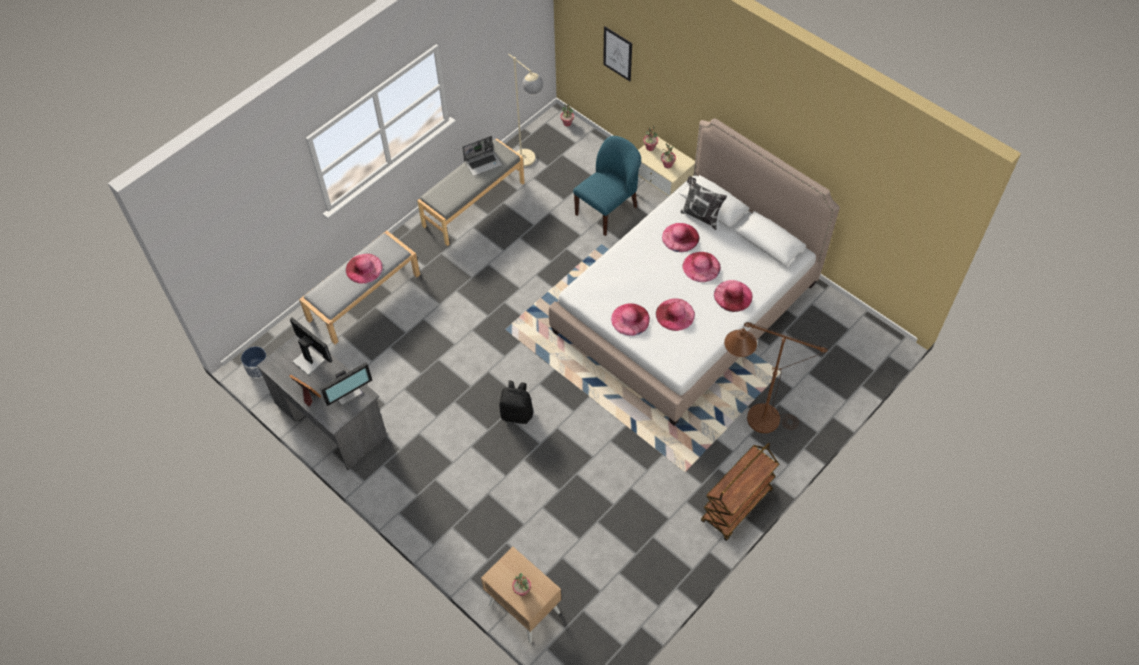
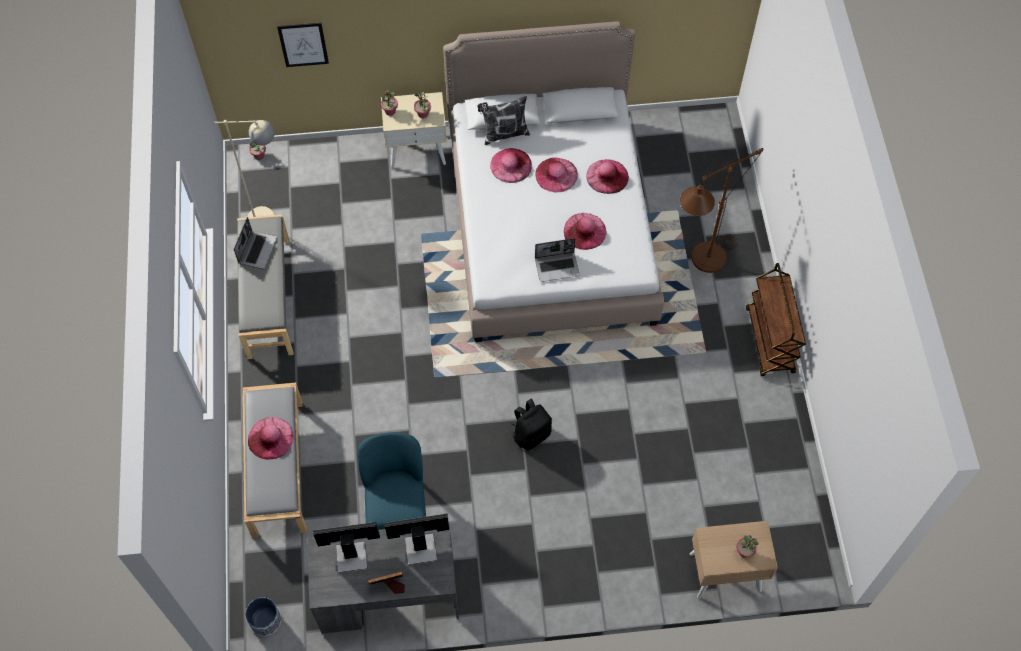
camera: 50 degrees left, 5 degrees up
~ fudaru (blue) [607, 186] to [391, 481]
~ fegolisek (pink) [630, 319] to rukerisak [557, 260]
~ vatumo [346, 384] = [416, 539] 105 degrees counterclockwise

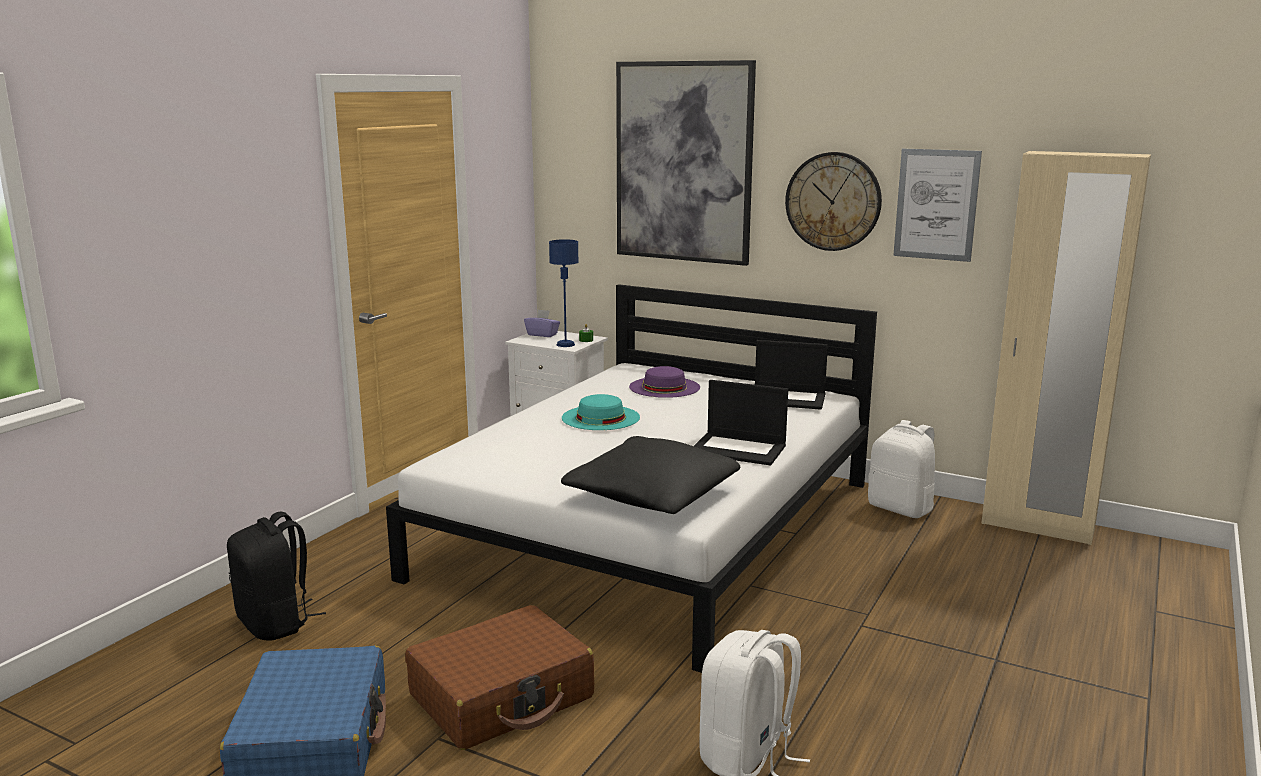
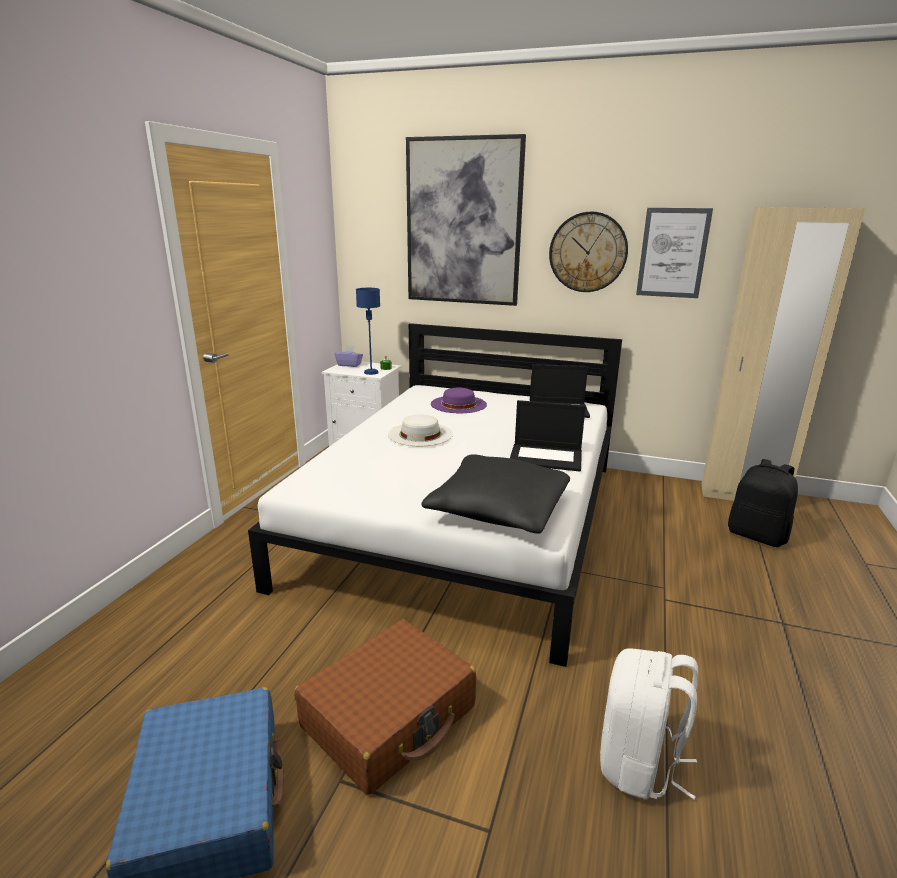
camera: 10 degrees left, 5 degrees up
~ fegolisek (turquoise) [601, 412] to fegolisek (white) [420, 430]
- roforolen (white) [901, 469]
~ roforolen (black) [276, 576] to [763, 503]

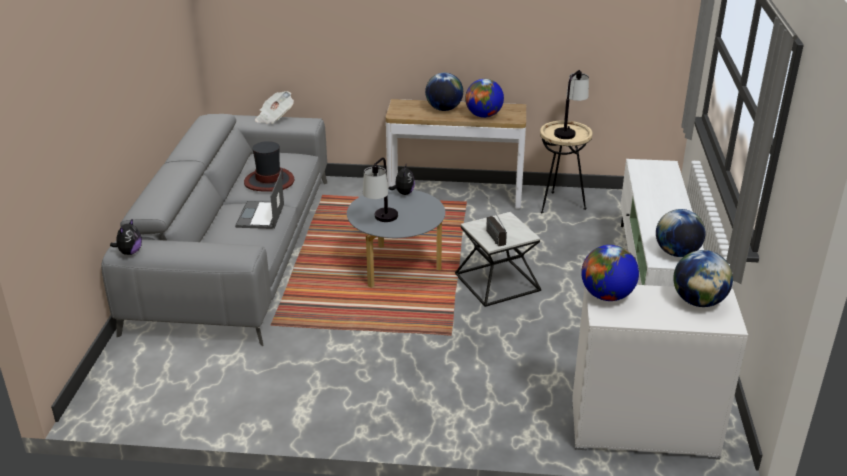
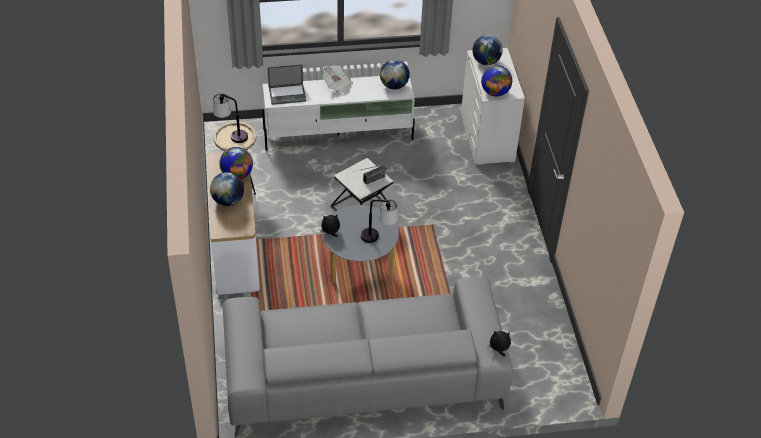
camera: 105 degrees left, 15 degrees up
~ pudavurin [274, 107] to [337, 80]
- fegolisek [269, 166]
~ rukerisak [259, 200] to [287, 84]

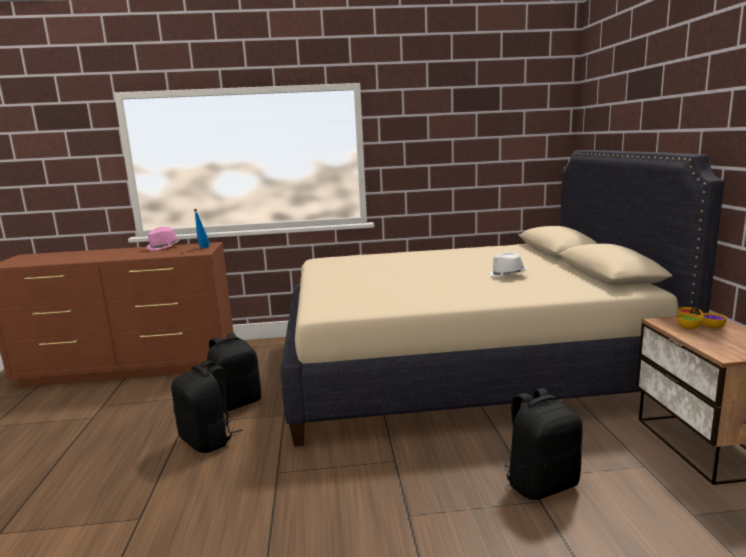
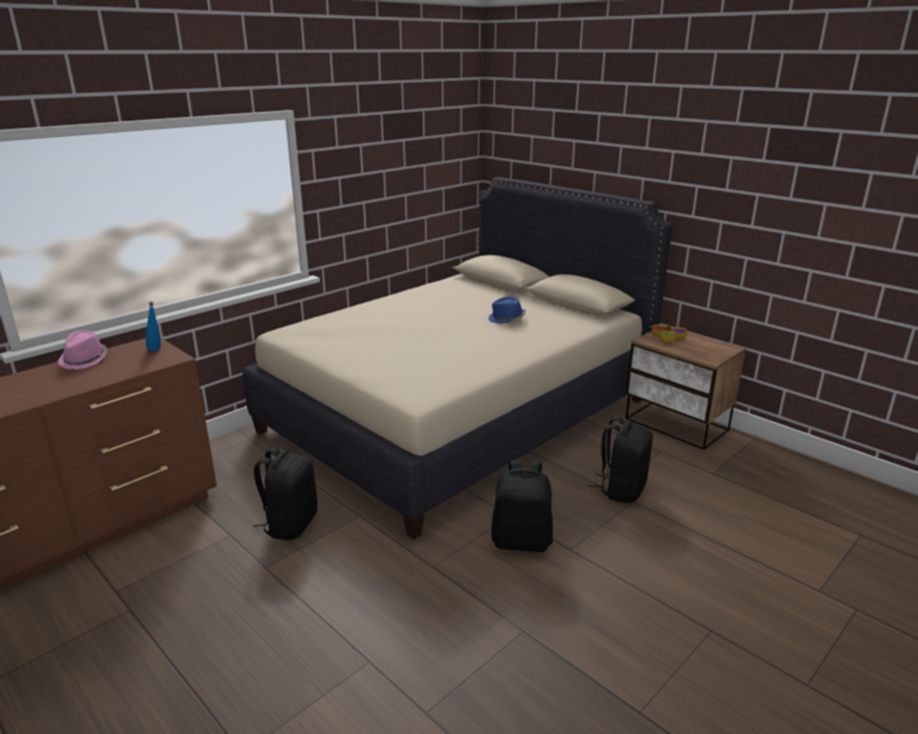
camera: 40 degrees left, 10 degrees up
~ fegolisek (white) [508, 264] to fegolisek (blue) [507, 310]
~ roforolen (black) [207, 406] to [522, 506]

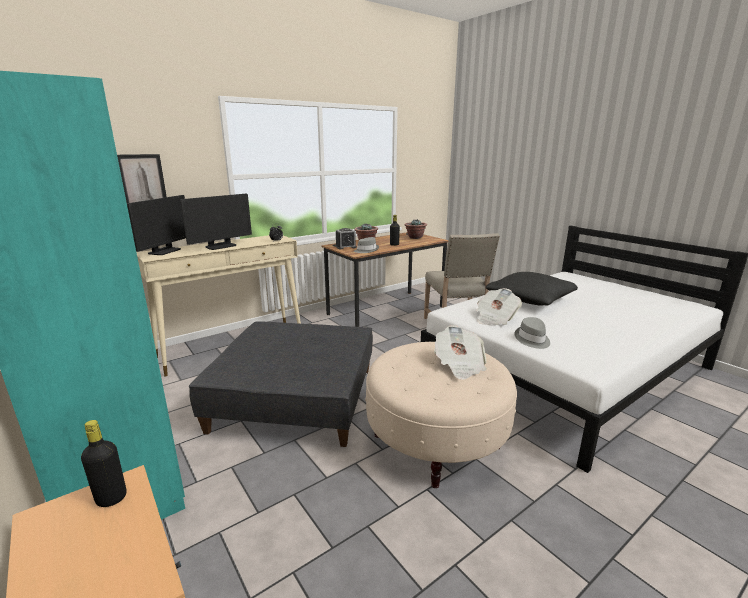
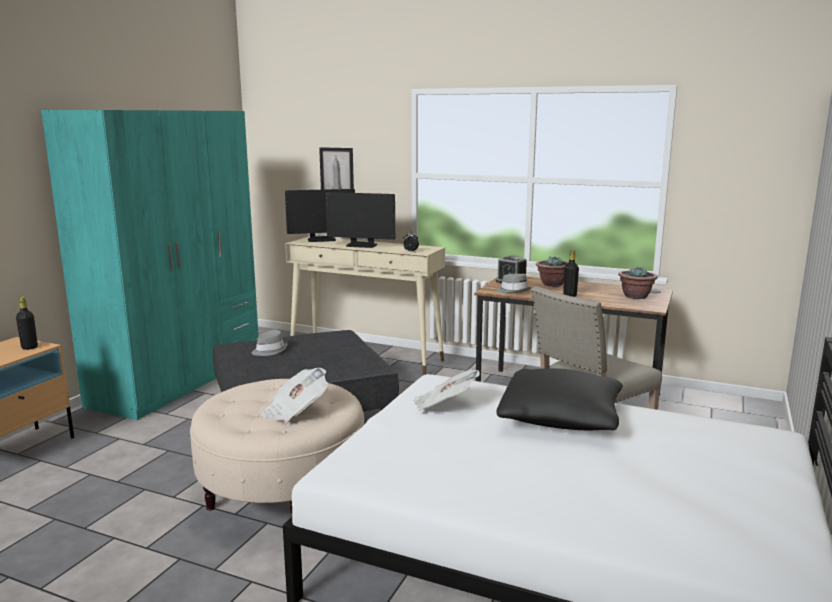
camera: 60 degrees right, 5 degrees down
~ fegolisek (grey) [532, 333] to [269, 343]

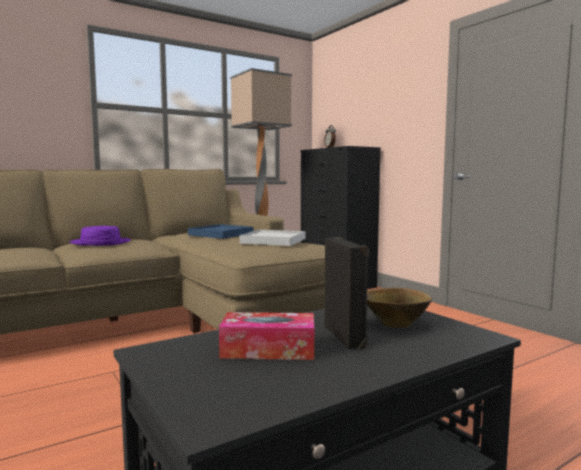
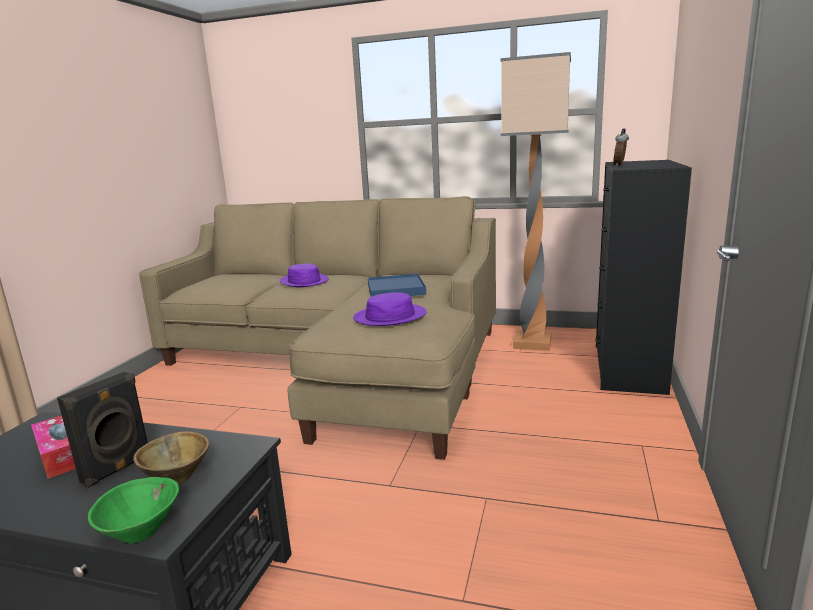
camera: 50 degrees right, 10 degrees up
~ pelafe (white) [272, 238] to fegolisek (purple) [390, 309]
+ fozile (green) [133, 510]

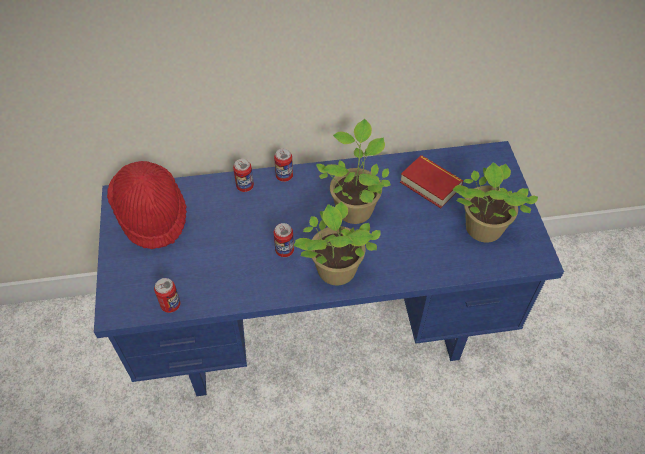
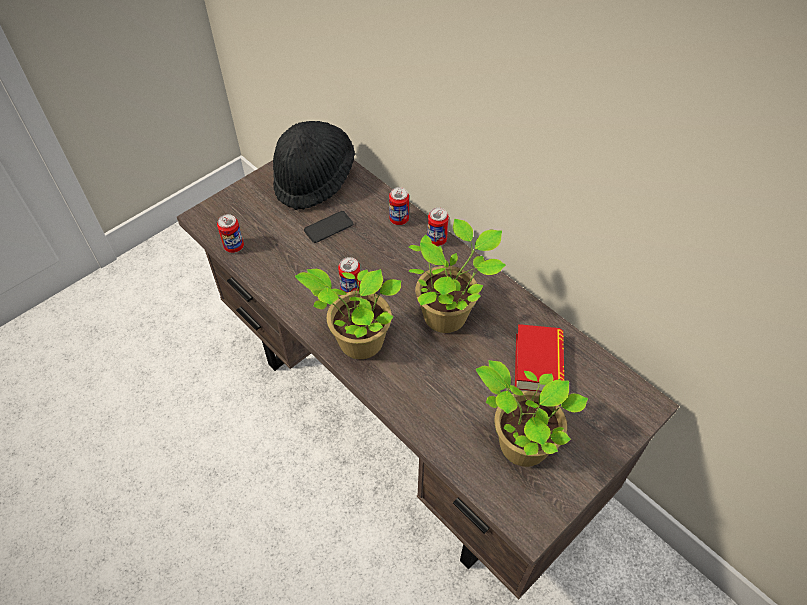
camera: 55 degrees right, 0 degrees up
~ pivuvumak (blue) [329, 268] to pivuvumak (brown) [428, 379]
~ fegolisek (red) [147, 205] to fegolisek (black) [314, 165]
+ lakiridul [328, 227]

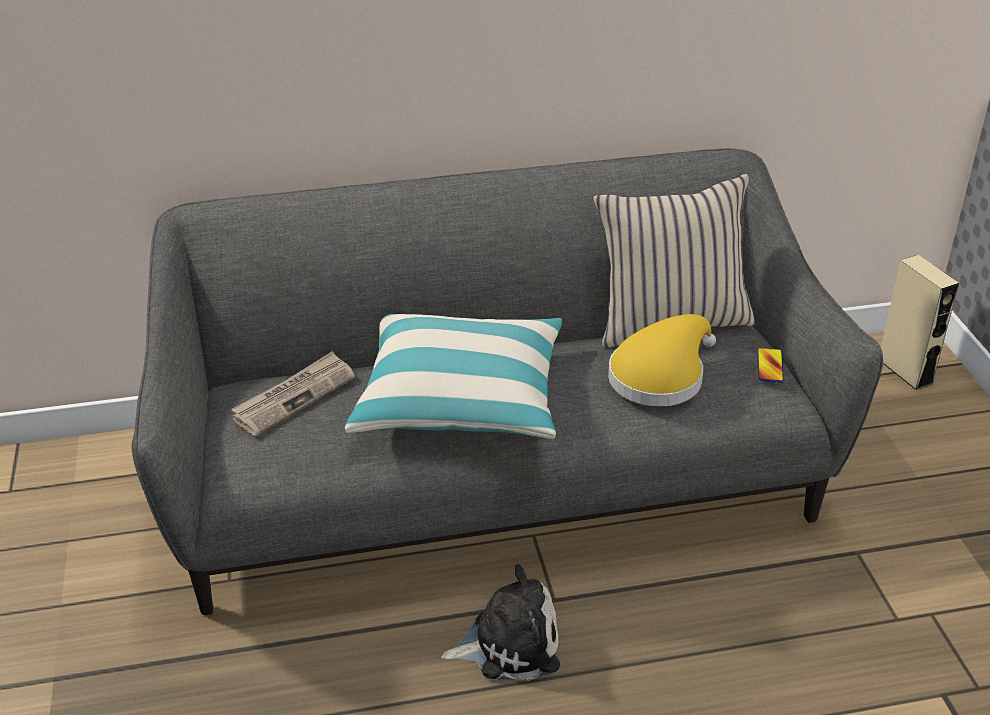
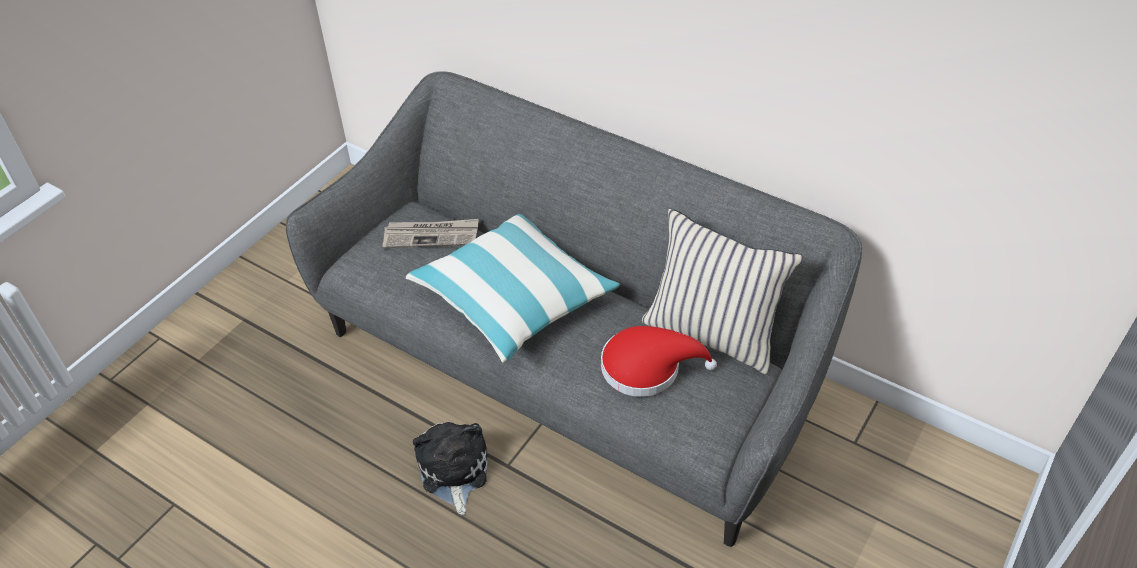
camera: 45 degrees right, 10 degrees up
- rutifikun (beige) [920, 322]
~ fegolisek (yellow) [662, 360] to fegolisek (red) [659, 361]
- lakiridul [770, 365]
~ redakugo [500, 623] = [450, 468] 135 degrees counterclockwise

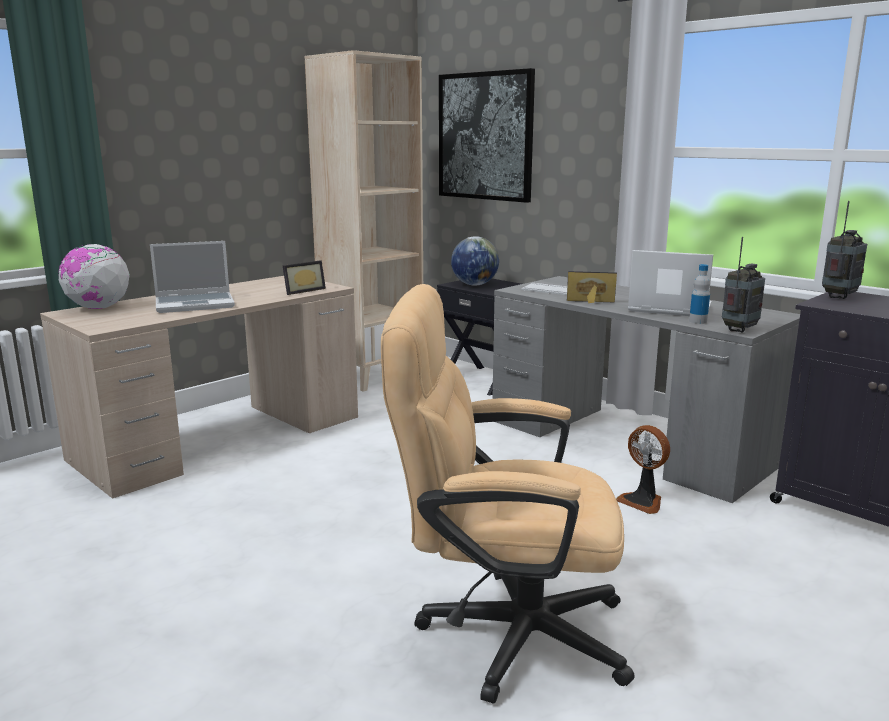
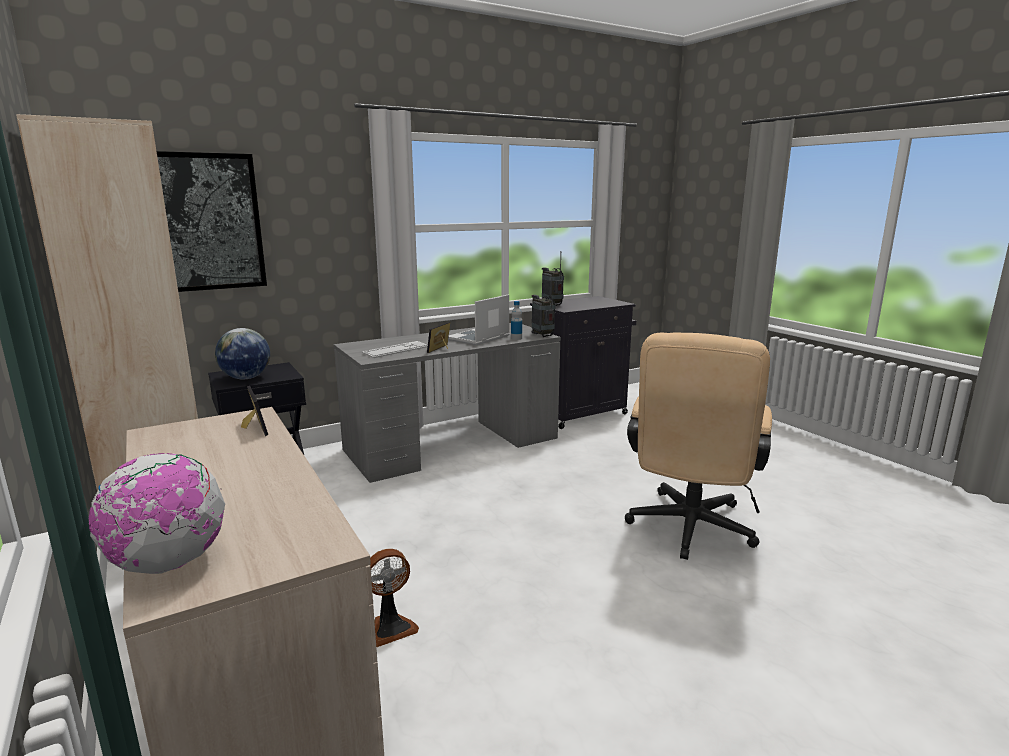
camera: 75 degrees left, 0 degrees up
- rukerisak [192, 277]
~ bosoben [643, 469] to [394, 598]

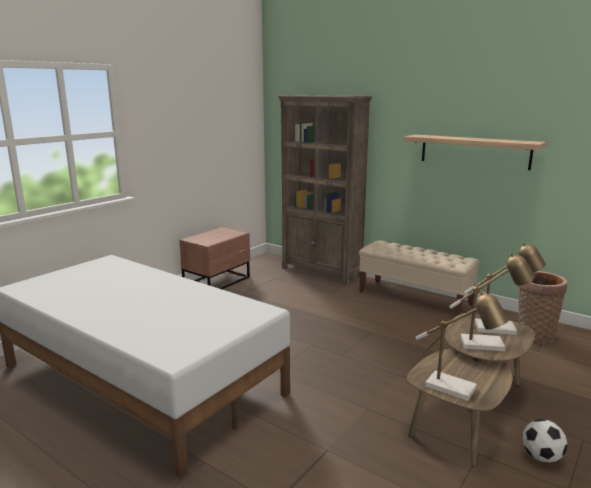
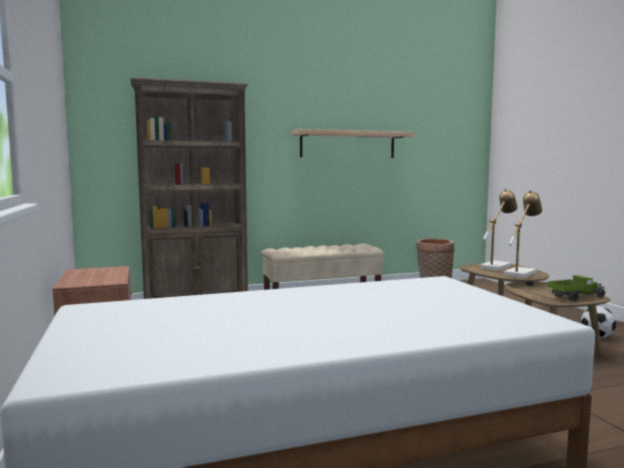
camera: 55 degrees left, 10 degrees down
~ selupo [462, 346] to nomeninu [577, 288]

